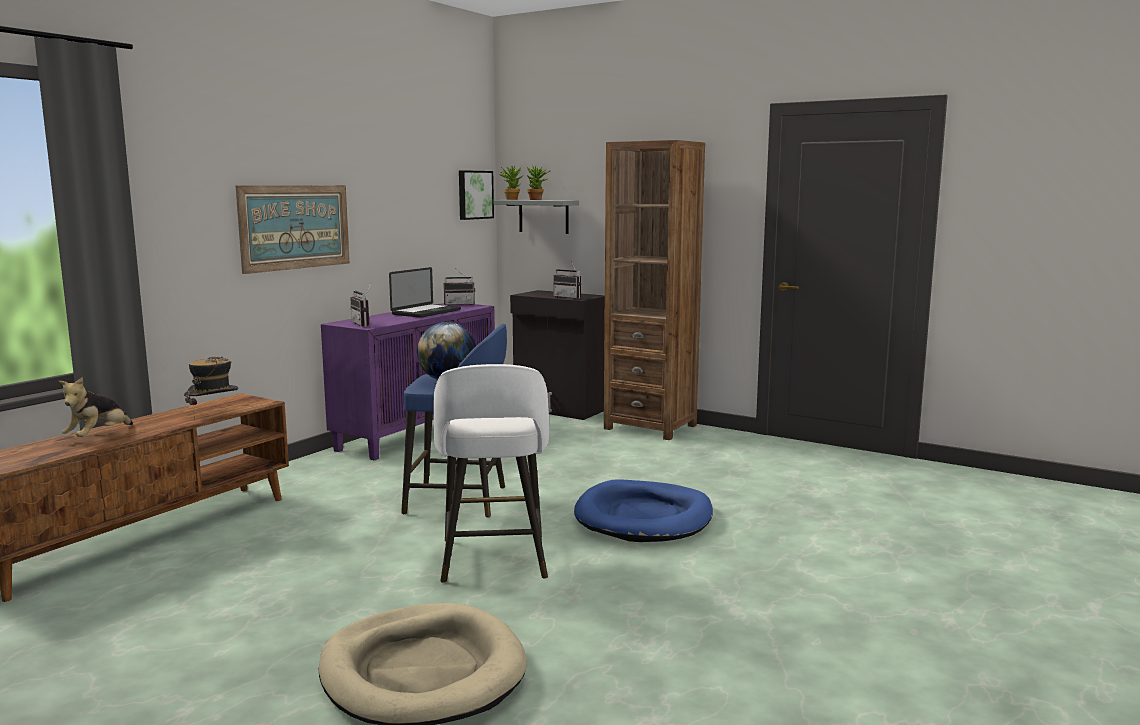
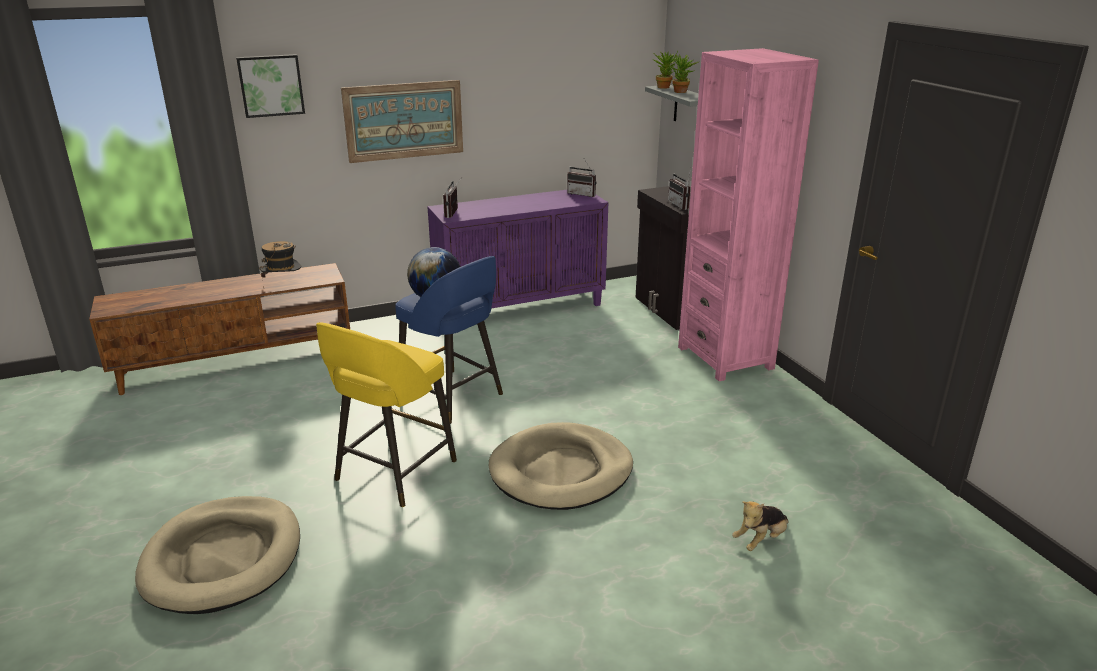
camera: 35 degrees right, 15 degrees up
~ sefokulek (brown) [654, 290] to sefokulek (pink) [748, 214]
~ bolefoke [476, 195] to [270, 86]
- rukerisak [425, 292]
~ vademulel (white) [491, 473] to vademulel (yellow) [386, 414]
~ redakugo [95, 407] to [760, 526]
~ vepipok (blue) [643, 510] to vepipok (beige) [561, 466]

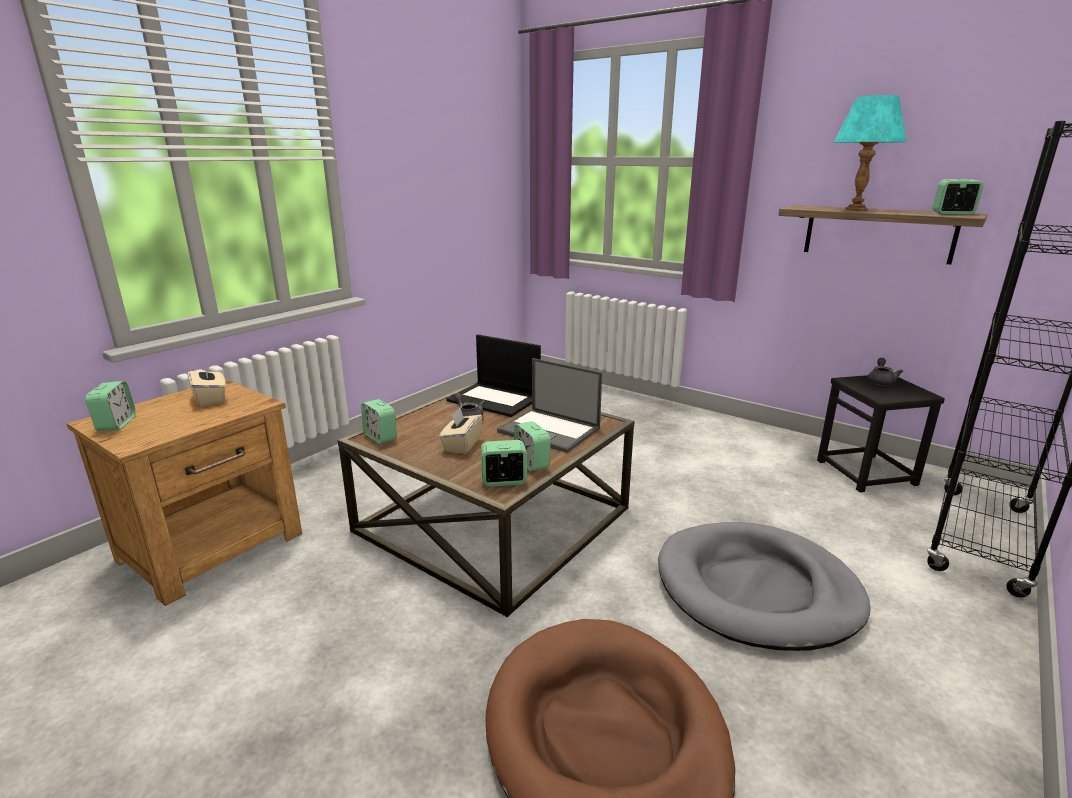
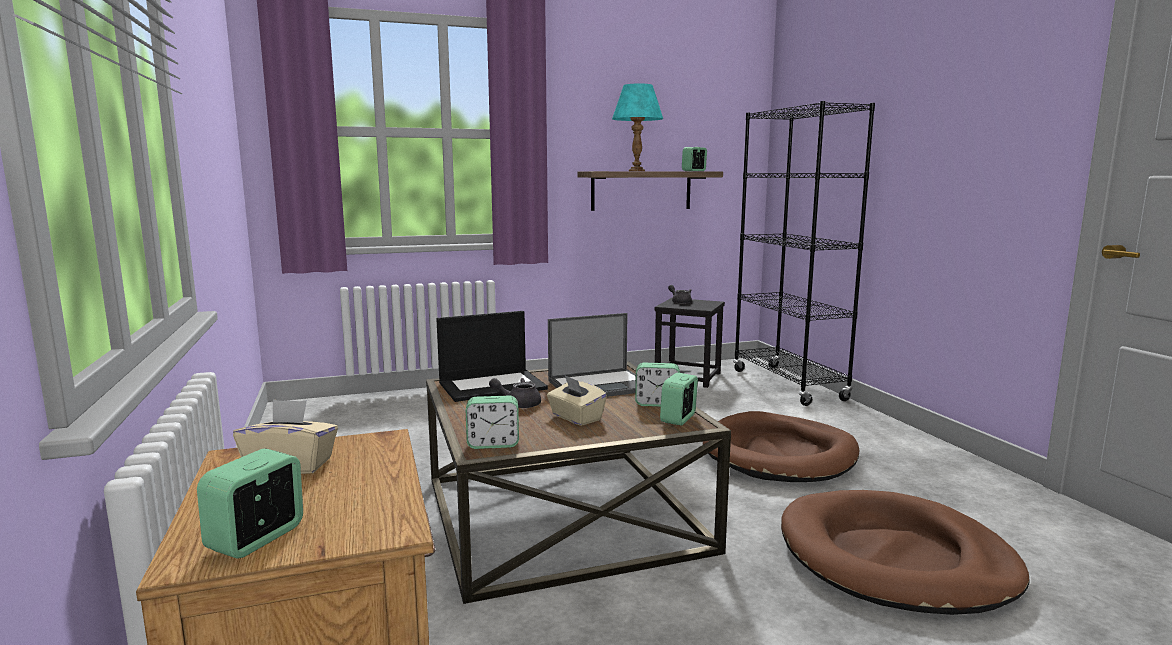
camera: 55 degrees left, 10 degrees down
~ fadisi [110, 406] = [250, 503] 90 degrees counterclockwise
~ vepipok (grey) [764, 586] to vepipok (brown) [781, 446]

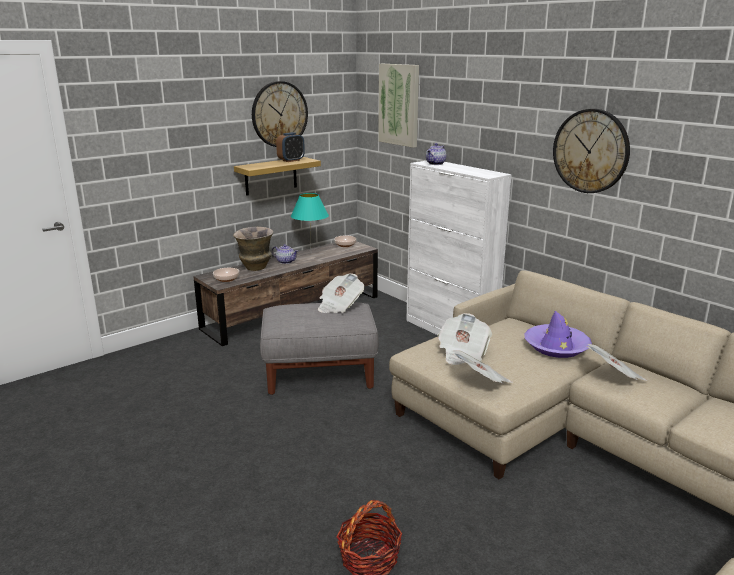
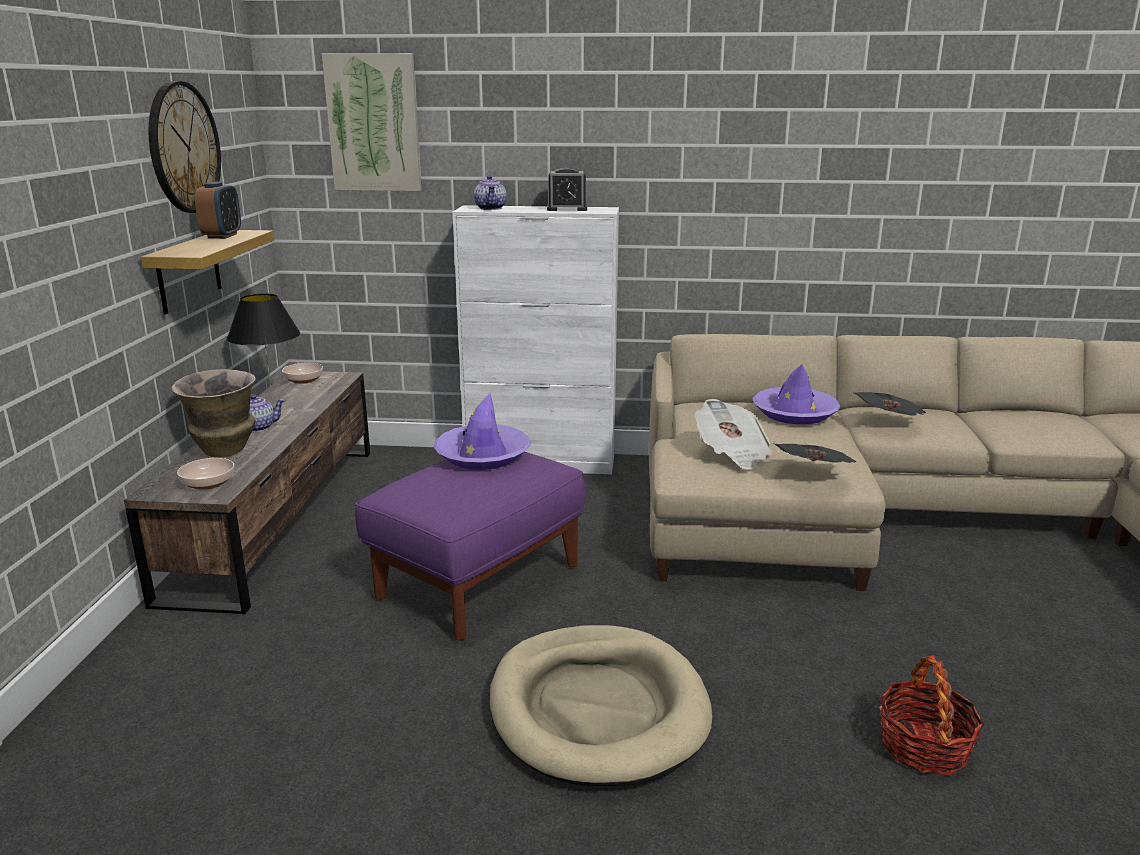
camera: 45 degrees left, 0 degrees up
- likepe [591, 151]
~ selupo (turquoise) [310, 218] to selupo (black) [263, 349]
~ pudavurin [341, 293] to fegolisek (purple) [482, 431]
~ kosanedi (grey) [319, 348] to kosanedi (purple) [470, 546]
+ fadisi [567, 189]
+ vepipok (beige) [601, 705]

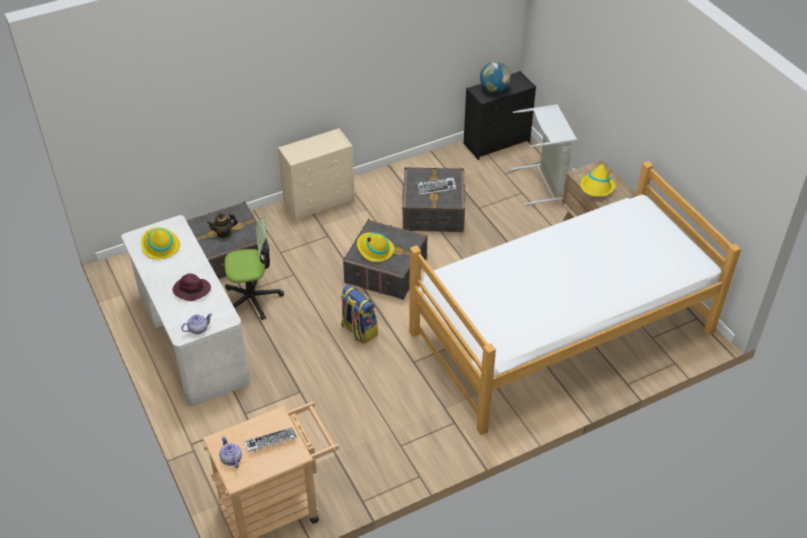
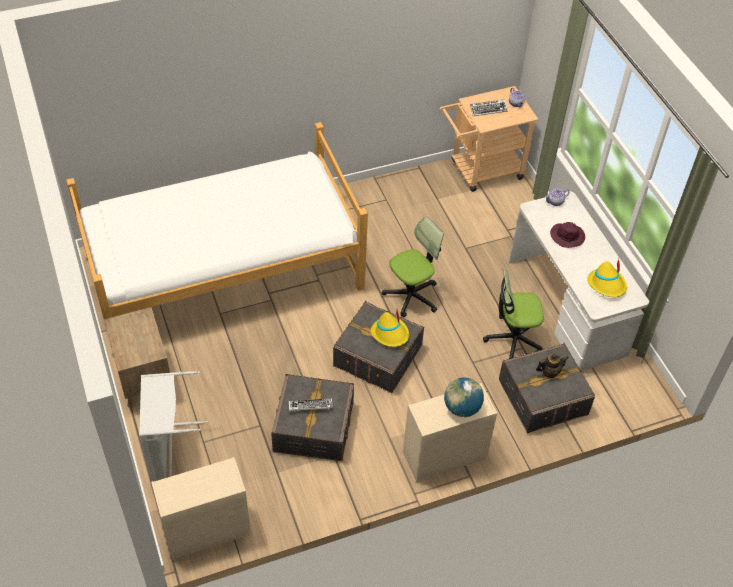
camera: 175 degrees left, 5 degrees up
~ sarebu [495, 77] to [464, 397]
~ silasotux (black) [500, 115] to silasotux (beige) [201, 508]
- fegolisek (yellow) [598, 180]
~ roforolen [359, 314] to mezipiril [412, 267]

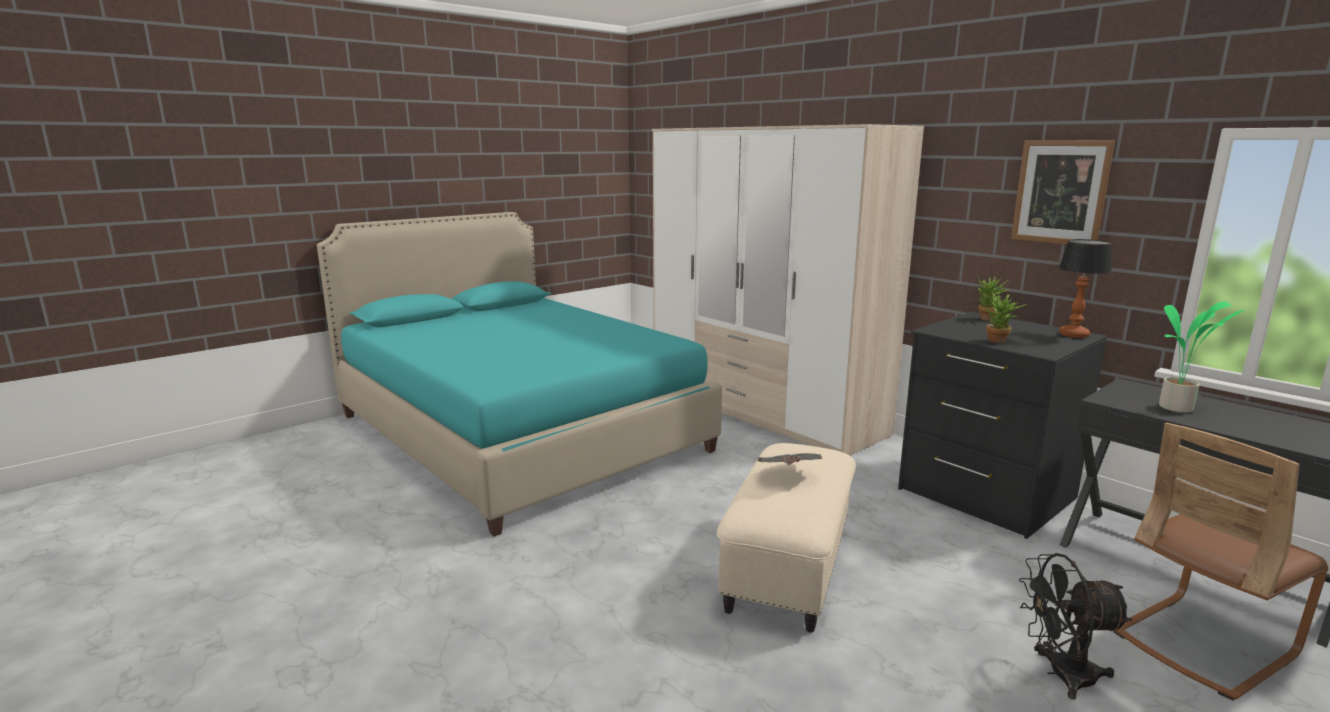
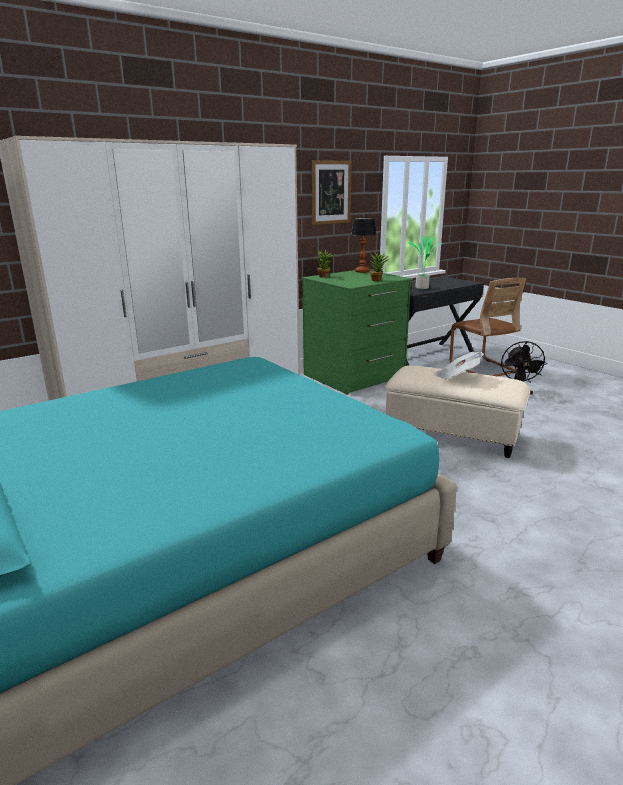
camera: 85 degrees left, 5 degrees up
~ silasotux (black) [1002, 425] to silasotux (green) [357, 332]

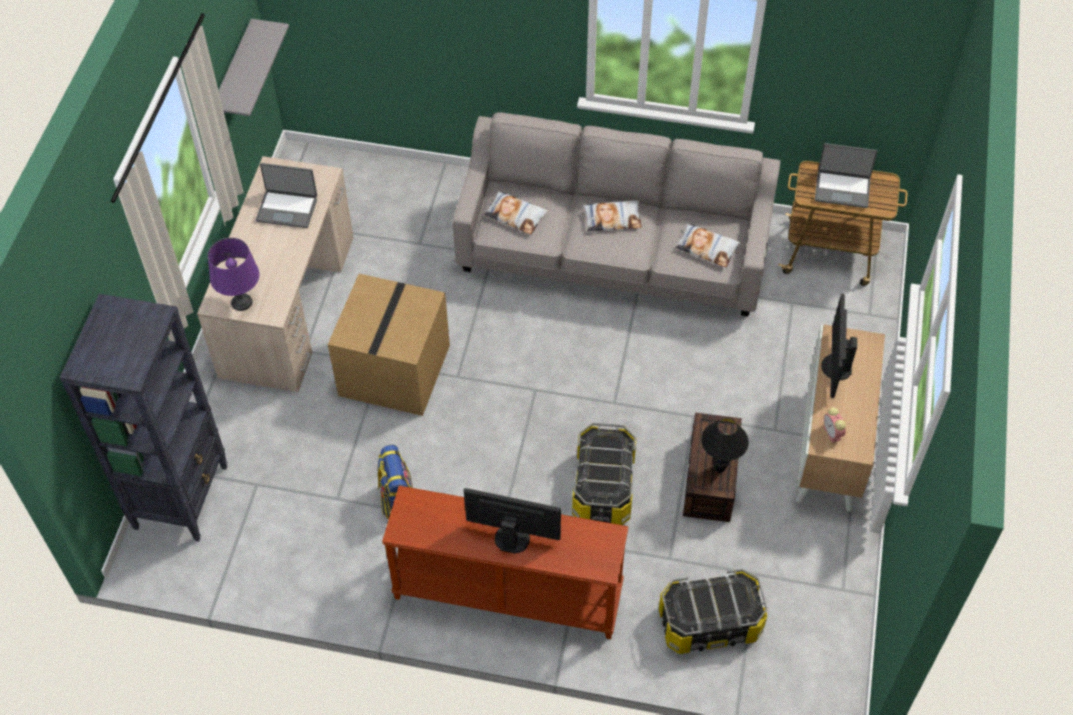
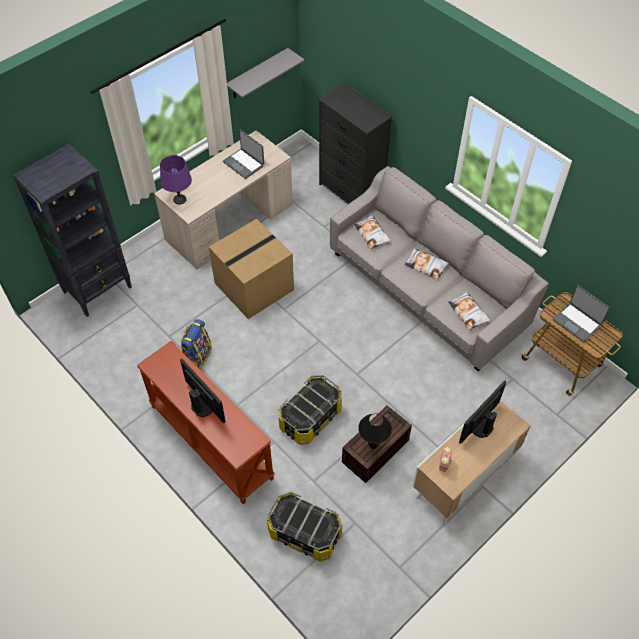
camera: 35 degrees right, 0 degrees up
+ silasotux (black) [355, 143]

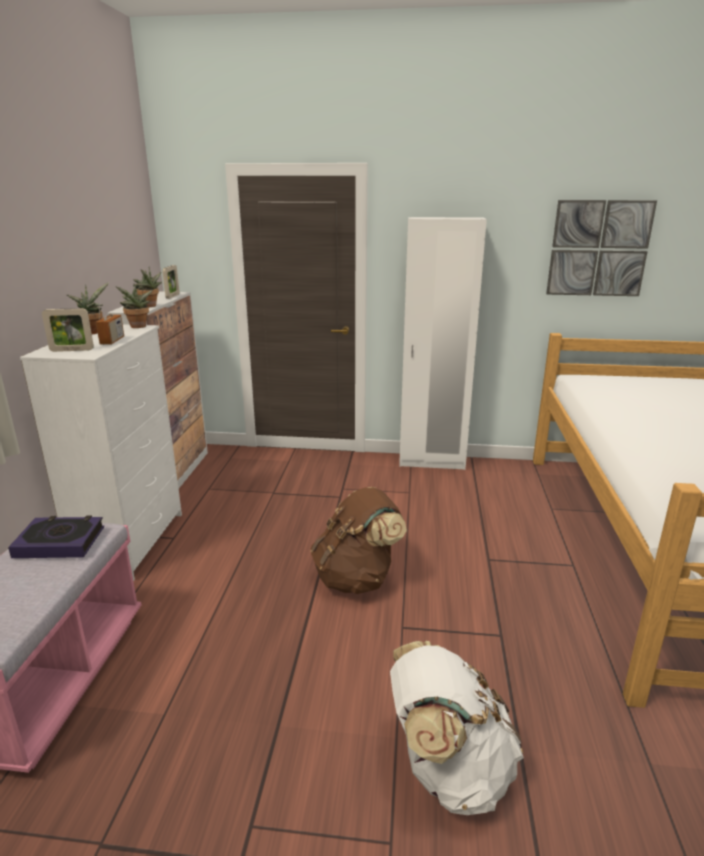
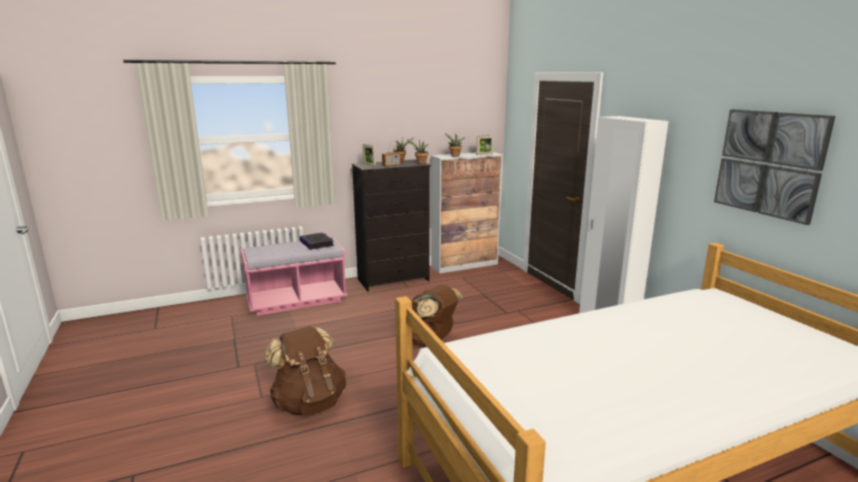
camera: 60 degrees right, 5 degrees down
~ silasotux (white) [101, 452] to silasotux (black) [391, 225]
~ roforolen (white) [457, 728] to roforolen (brown) [305, 371]

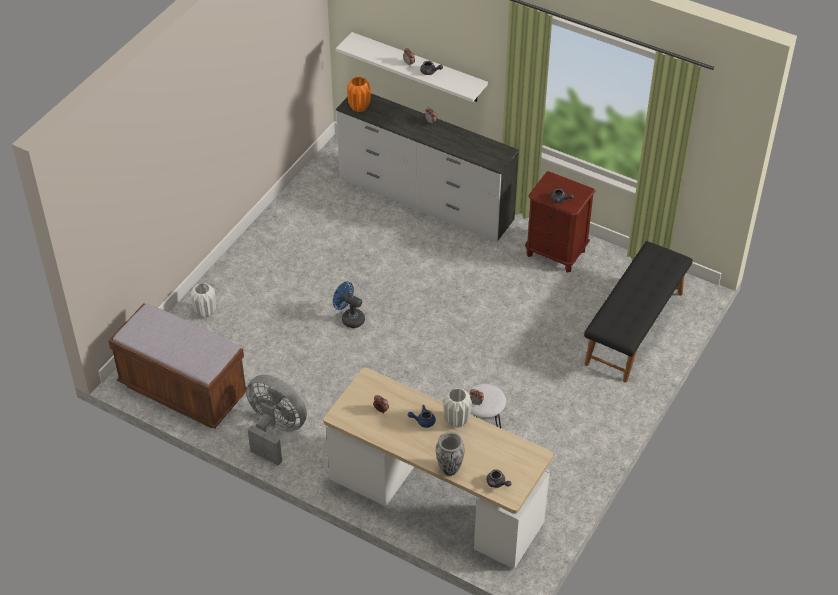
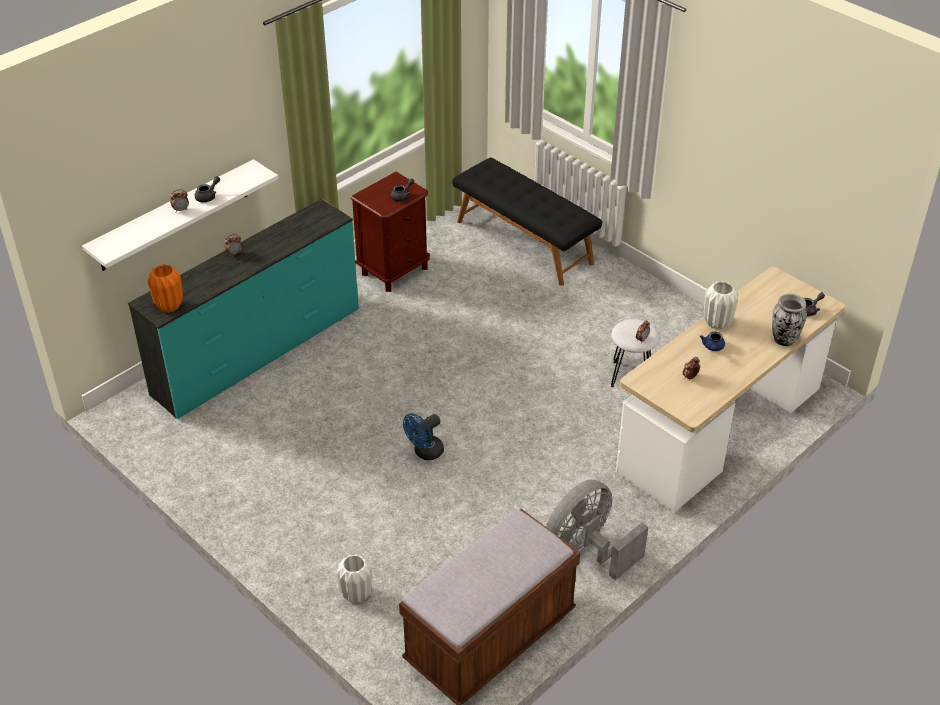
camera: 75 degrees left, 5 degrees down
~ silasotux (white) [427, 167] to silasotux (turquoise) [243, 309]

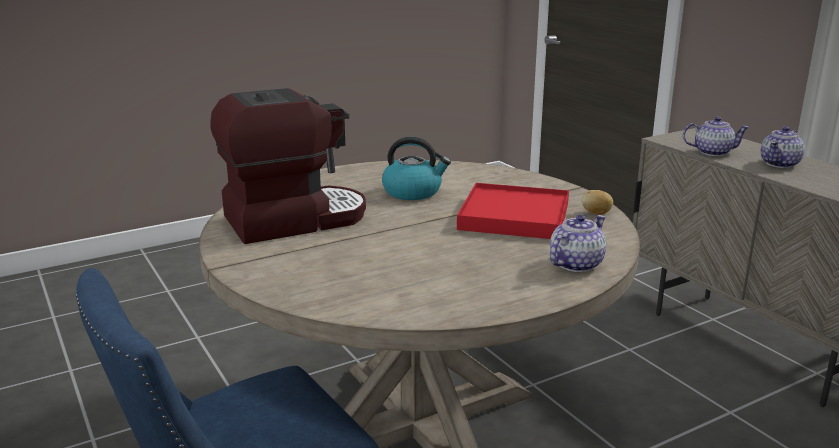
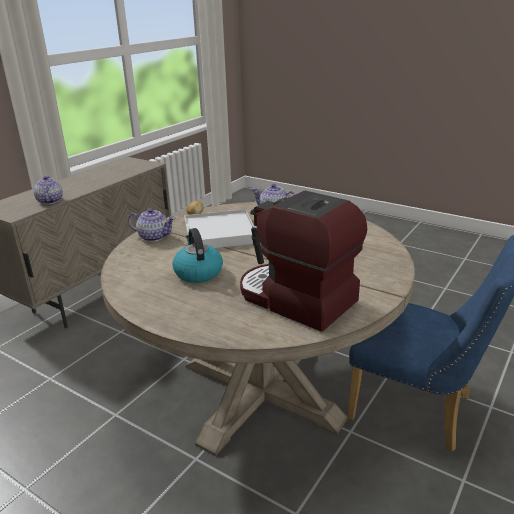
camera: 115 degrees left, 5 degrees up
~ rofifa [783, 147] to [152, 225]
~ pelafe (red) [513, 211] to pelafe (white) [219, 228]

